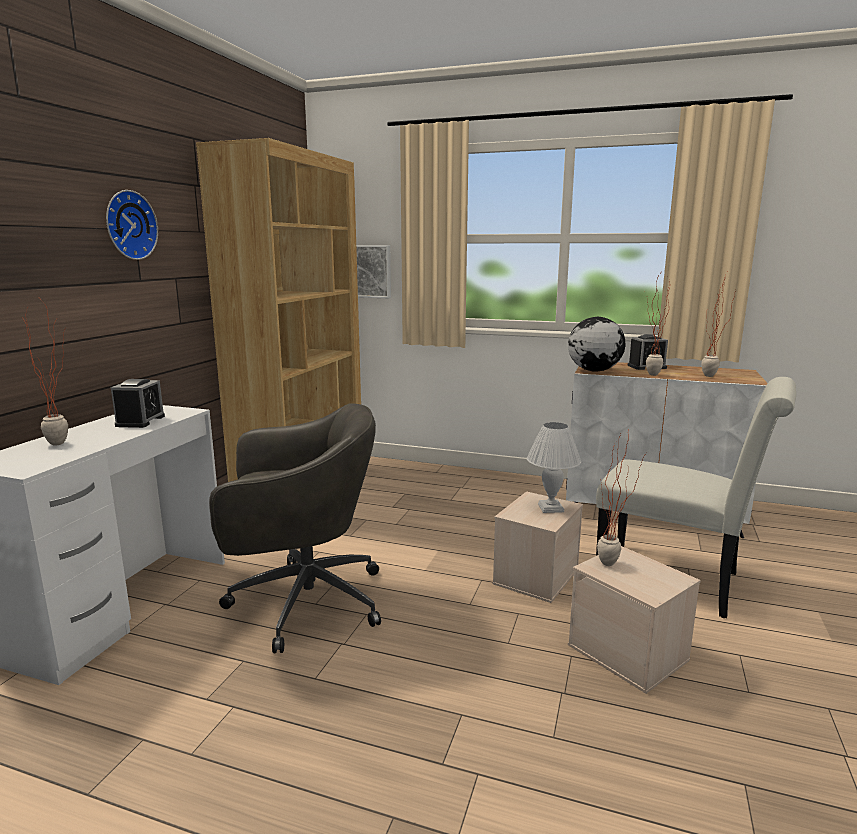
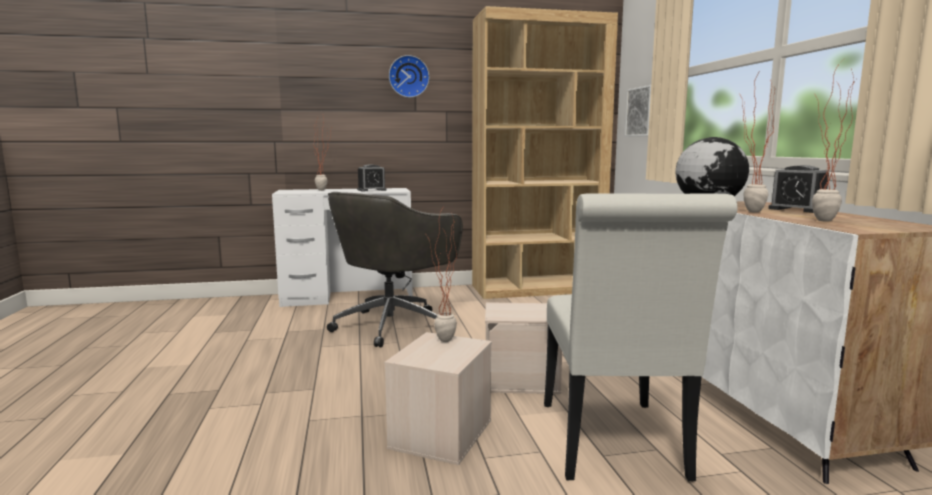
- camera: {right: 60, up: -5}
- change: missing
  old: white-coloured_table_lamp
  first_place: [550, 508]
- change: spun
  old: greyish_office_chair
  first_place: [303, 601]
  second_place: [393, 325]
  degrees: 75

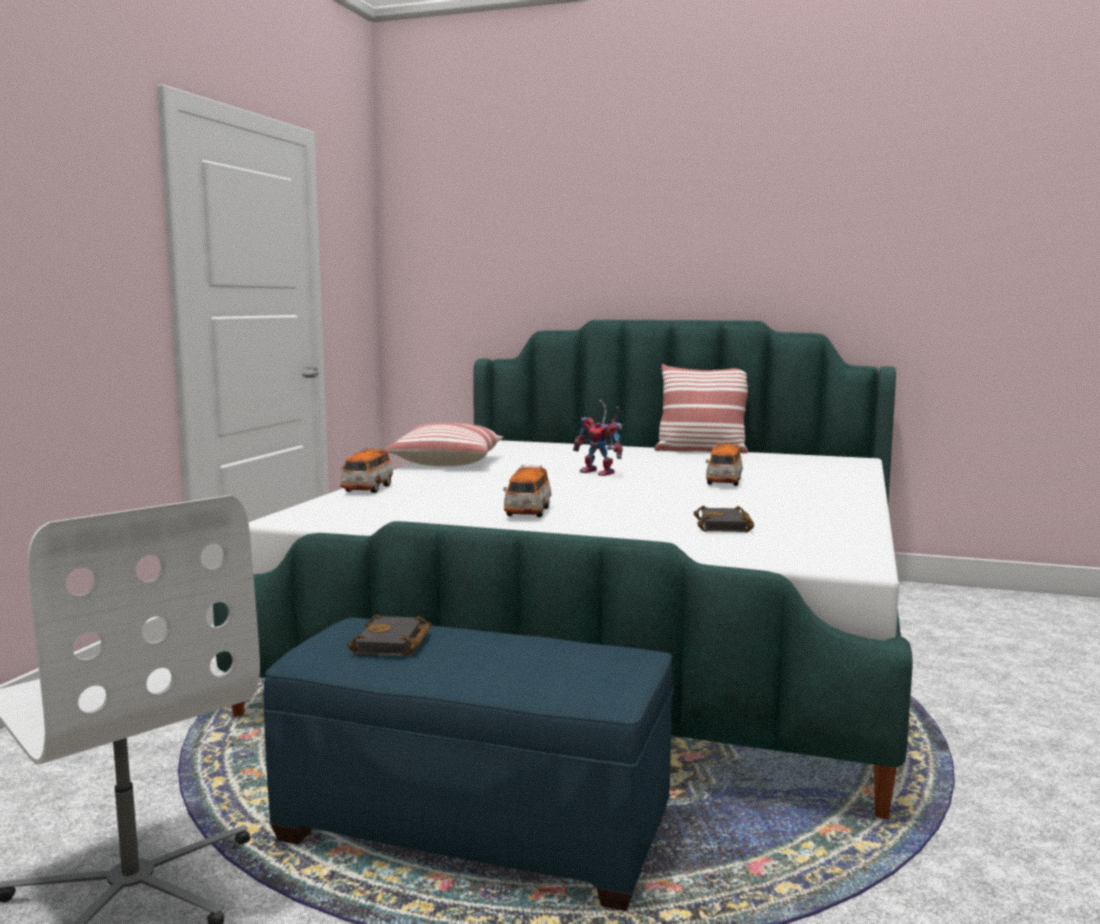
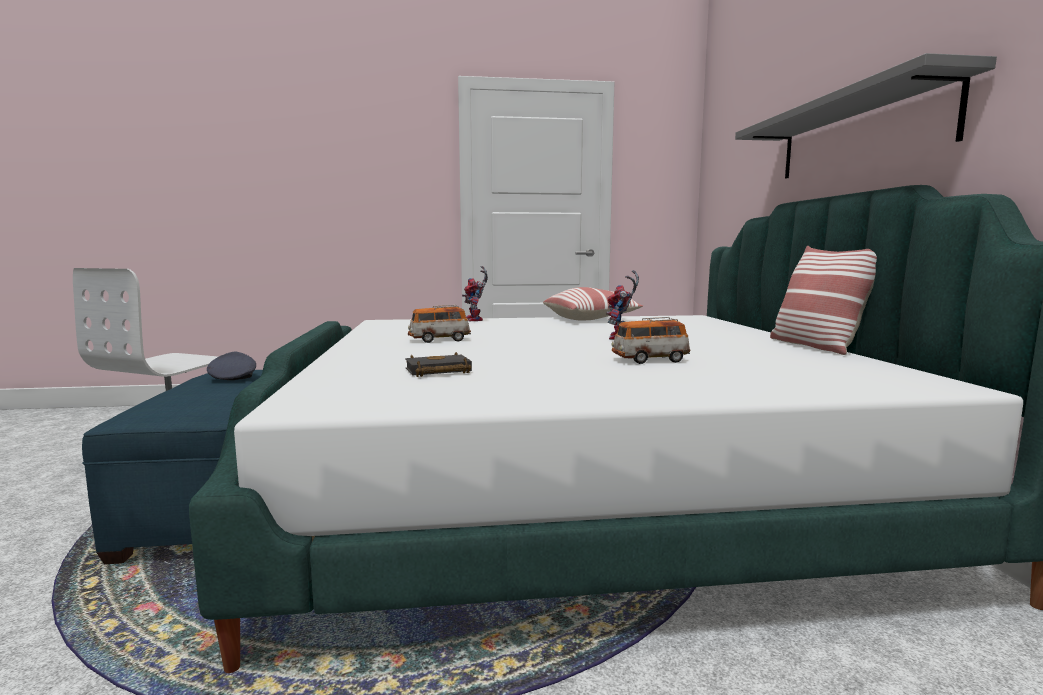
- camera: {right: 65, up: 0}
- change: appeared
  new: greyish_bracket_shelf
  second_place: [859, 134]
- change: exchanged
  old: miniature_car
  new: model_robot
  first_place: [367, 489]
  second_place: [476, 320]
- change: exchanged
  old: blackish_bound_book
  new: greyish_cap
  first_place: [393, 644]
  second_place: [232, 378]

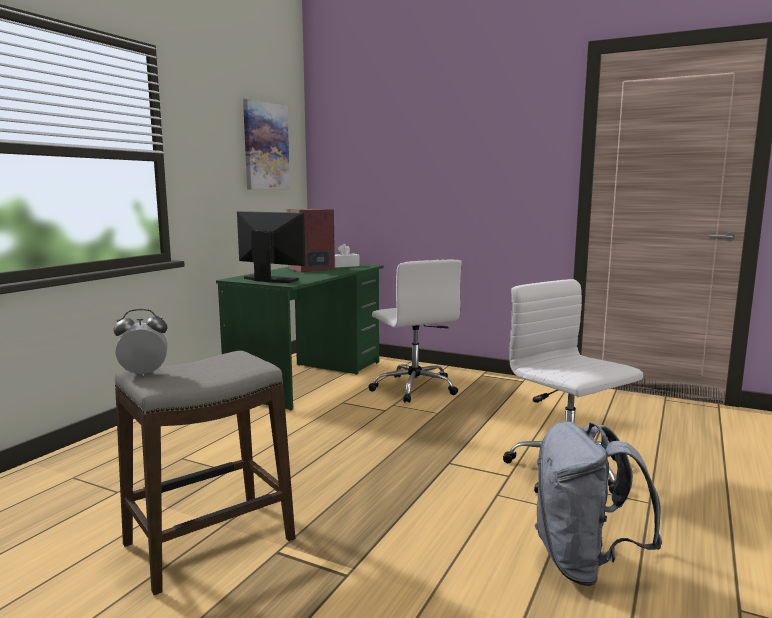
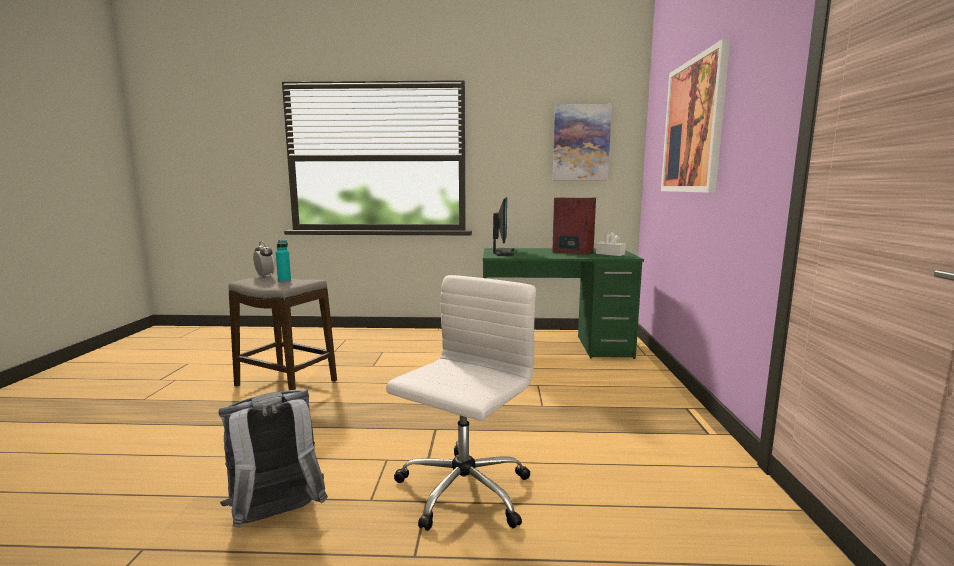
- camera: {right: 65, up: 0}
- change: missing
  old: white-coloured_office_chair
  first_place: [414, 387]
- change: appeared
  new: turquoise-coloured_beverage_bottle
  second_place: [284, 281]
- change: appeared
  new: picture
  second_place: [693, 126]

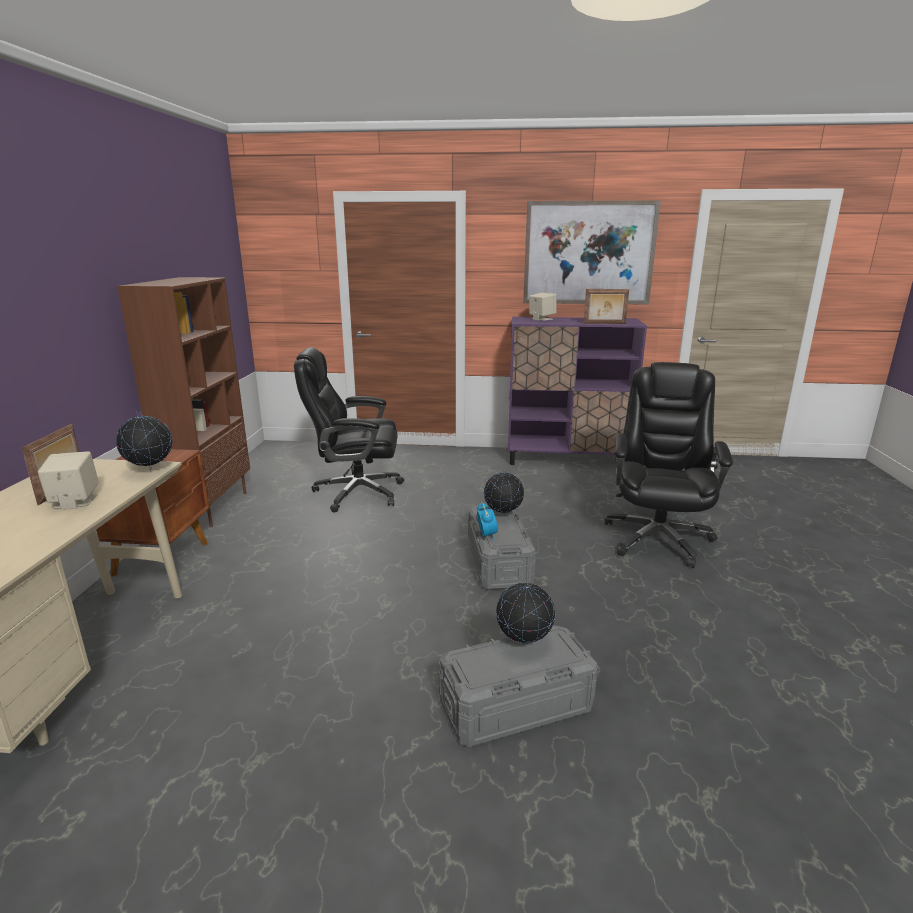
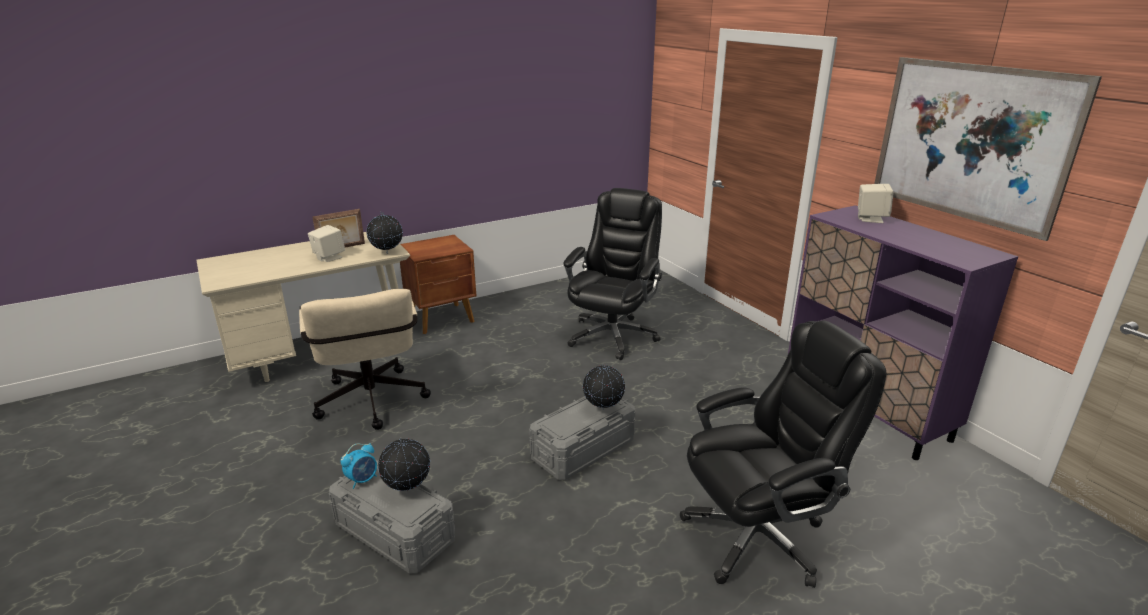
- camera: {right: 55, up: 5}
- change: missing
  old: brown-coloured_bookcase
  first_place: [211, 508]
- change: missing
  old: standing_frame
  first_place: [604, 323]
- change: appeared
  new: beige_office_chair
  second_place: [372, 405]
- change: relocated
  old: bedside_clock
  first_place: [487, 535]
  second_place: [363, 480]
- change: spun
  old: blackish_office_chair
  first_place: [356, 492]
  second_place: [613, 335]
  degrees: 60

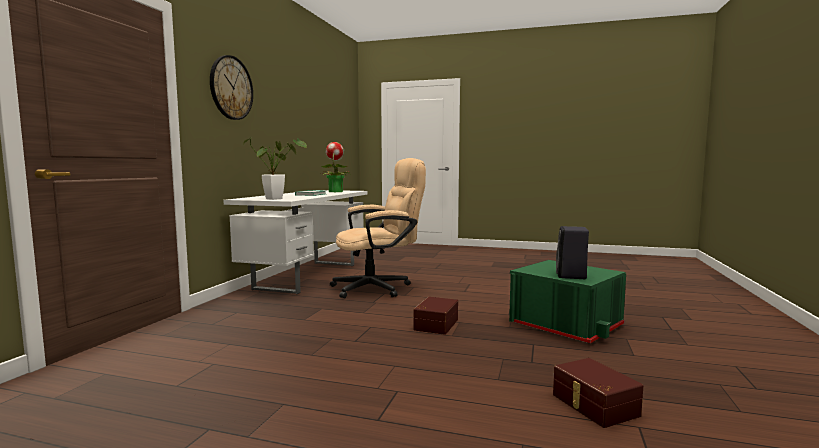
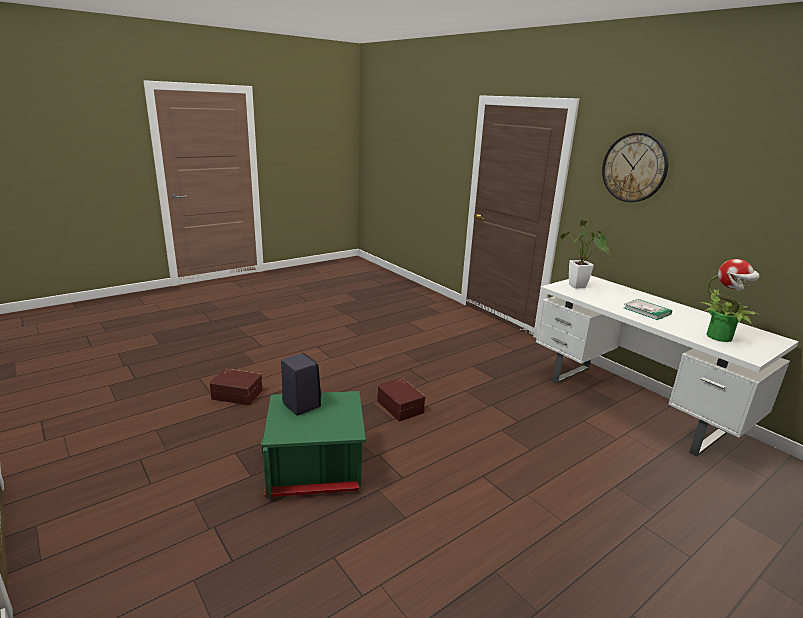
- camera: {right: 125, up: 15}
- change: missing
  old: beige_office_chair
  first_place: [379, 288]

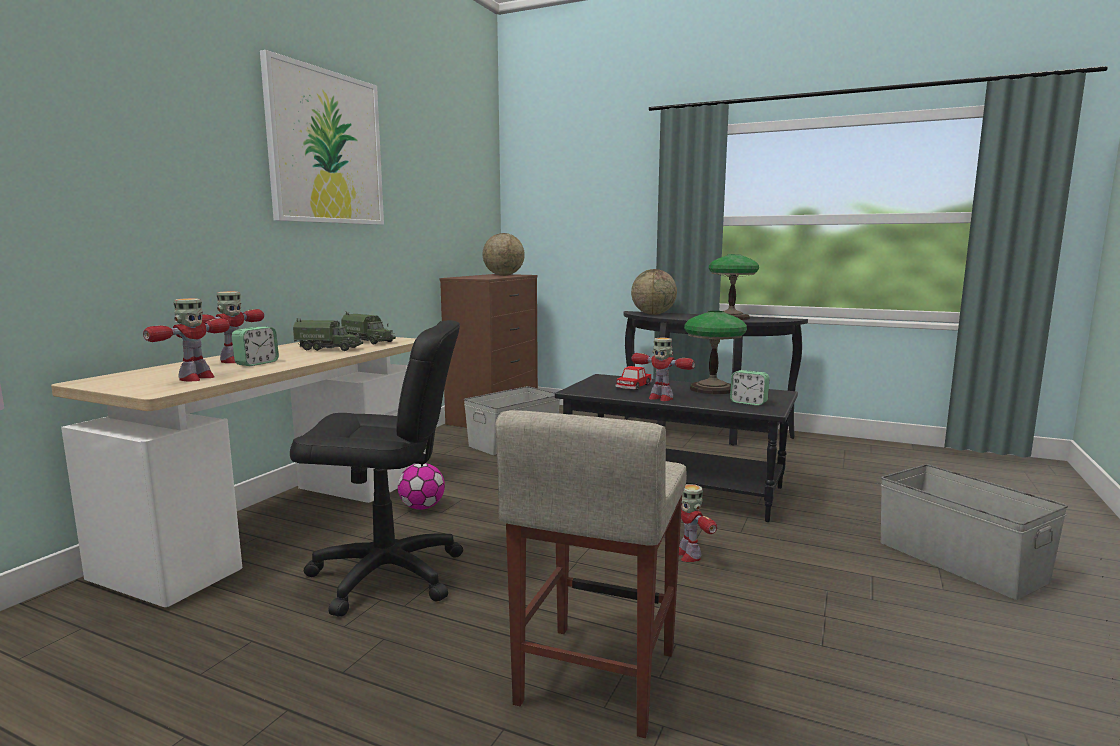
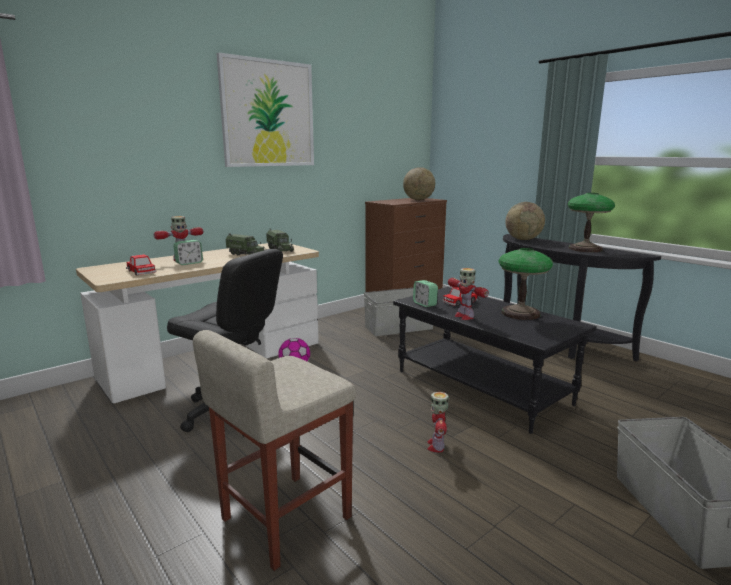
- camera: {right: 25, up: 5}
- change: relocated
  old: bedside_clock
  first_place: [748, 402]
  second_place: [424, 304]
- change: exchanged
  old: model_robot
  new: miniature_car
  first_place: [196, 378]
  second_place: [141, 272]

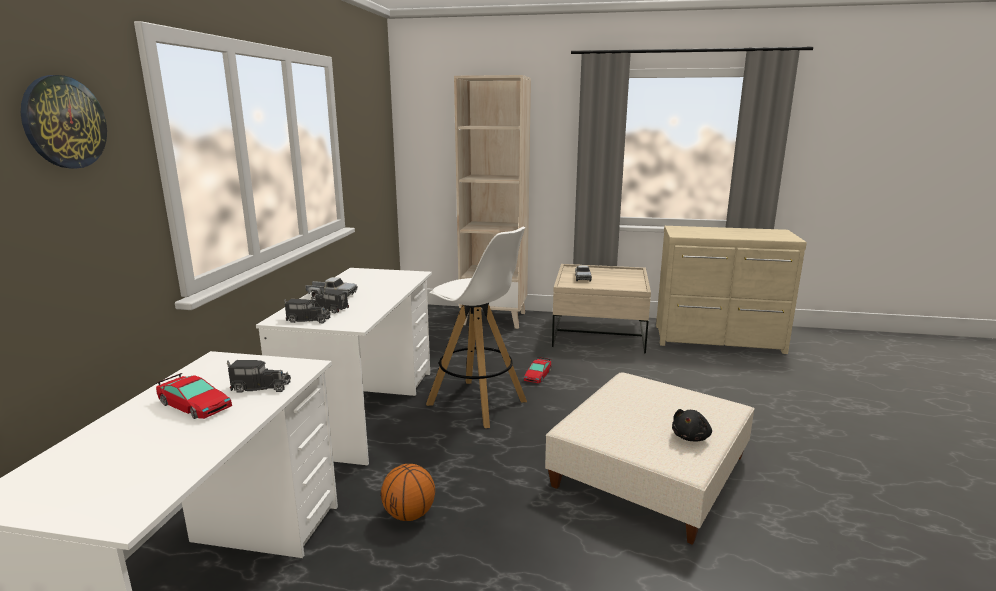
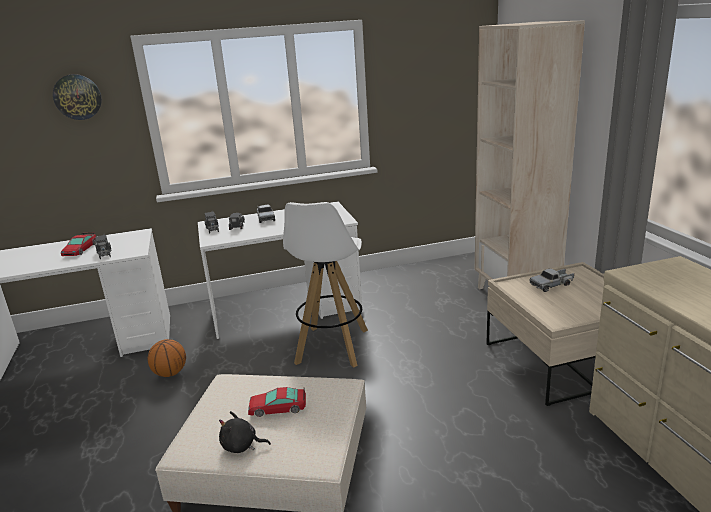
- camera: {right: 65, up: 5}
- change: relocated
  old: miniature_car
  first_place: [537, 375]
  second_place: [278, 407]

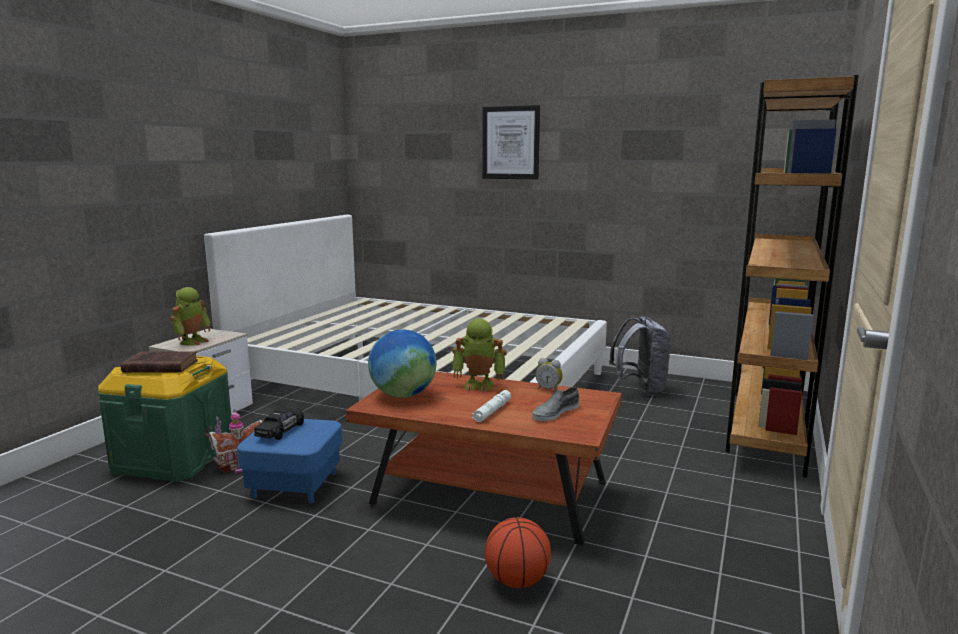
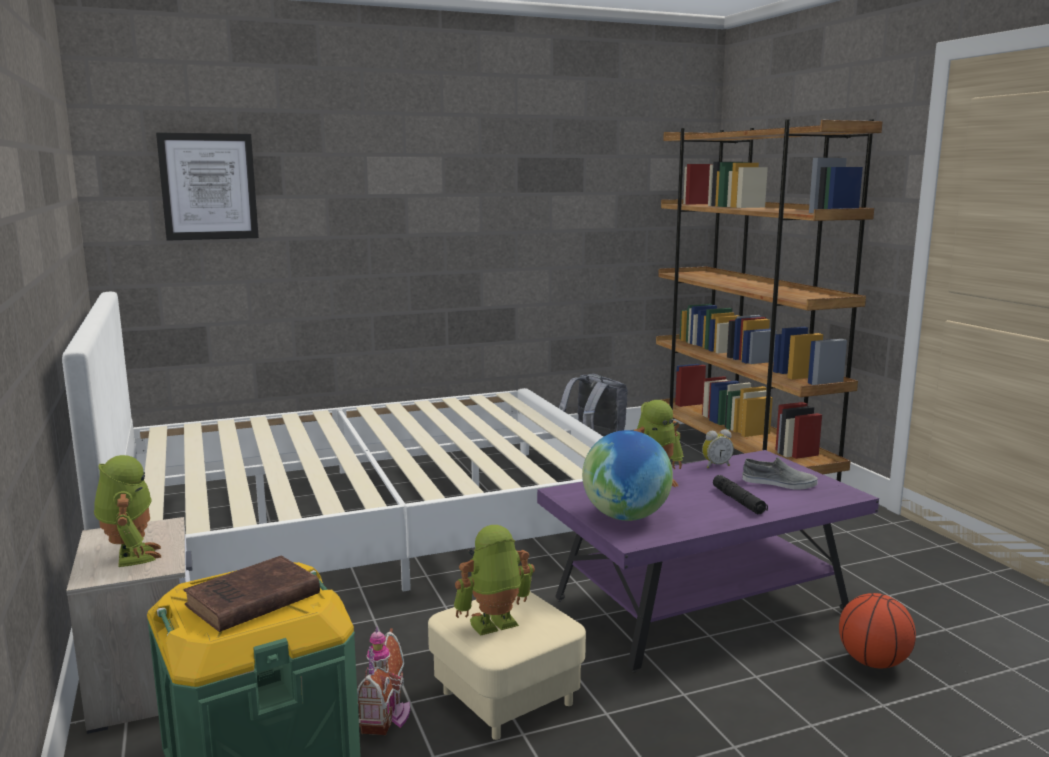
- camera: {right: -45, up: 0}
- change: relocated
  old: picture
  first_place: [510, 143]
  second_place: [208, 186]
- change: exchanged
  old: blackish_miniature_car
  new: model_robot
  first_place: [280, 431]
  second_place: [494, 625]
- change: colour
  old: bluish_pouffe
  new: beige_pouffe
  first_place: [294, 484]
  second_place: [506, 698]
- change: colour
  old: brown-coloured_low_table
  new: purple-coloured_low_table
  first_place: [489, 495]
  second_place: [700, 607]
- change: colour
  old: white-coloured_flashlight
  new: blackish_flashlight
  first_place: [492, 411]
  second_place: [738, 501]
- change: spun
  old: greyish_shoe
  first_place: [555, 412]
  second_place: [779, 483]
  degrees: -75

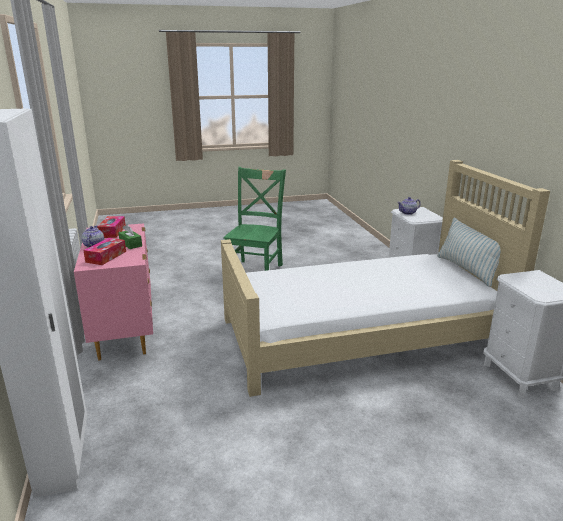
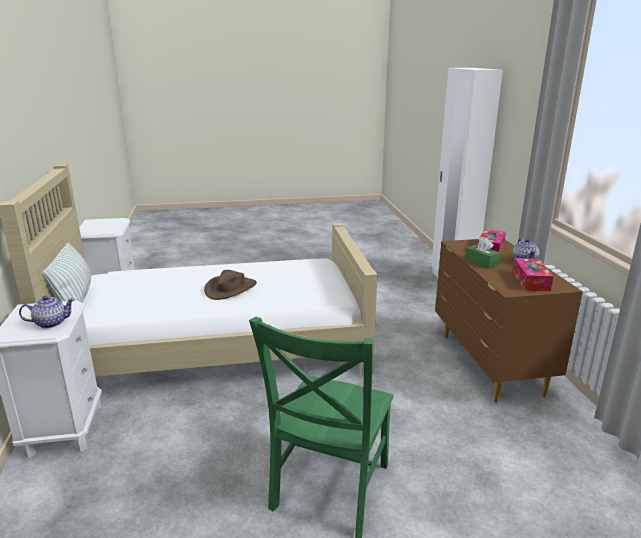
- camera: {right: -175, up: 0}
- change: appeared
  new: brown-coloured_hat
  second_place: [230, 288]
- change: colour
  old: pink_dresser
  new: brown-coloured_dresser
  first_place: [125, 329]
  second_place: [489, 365]

